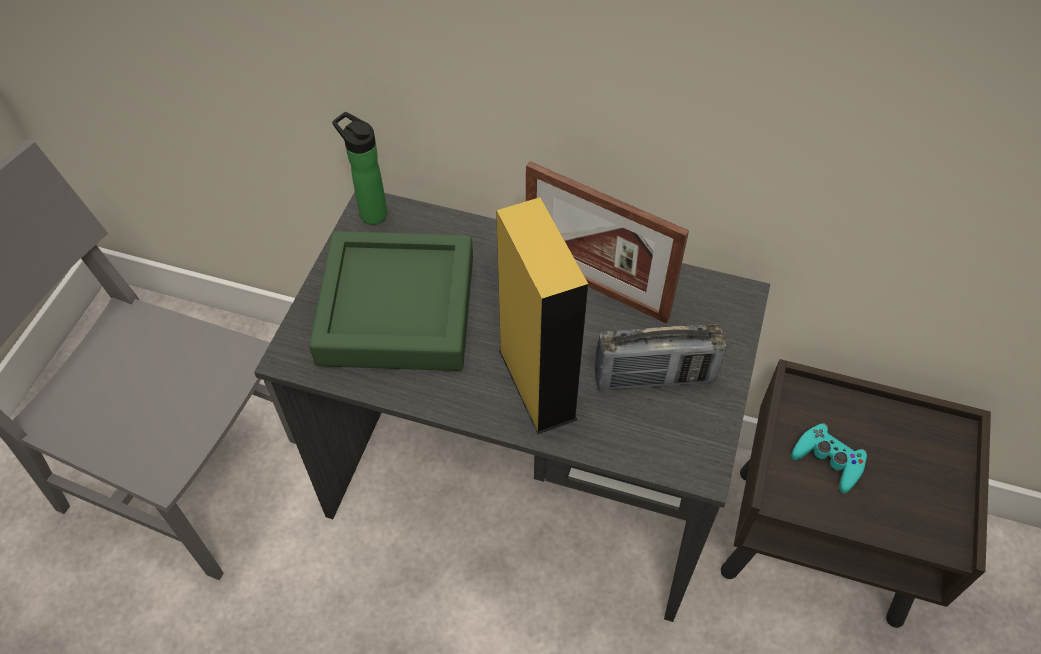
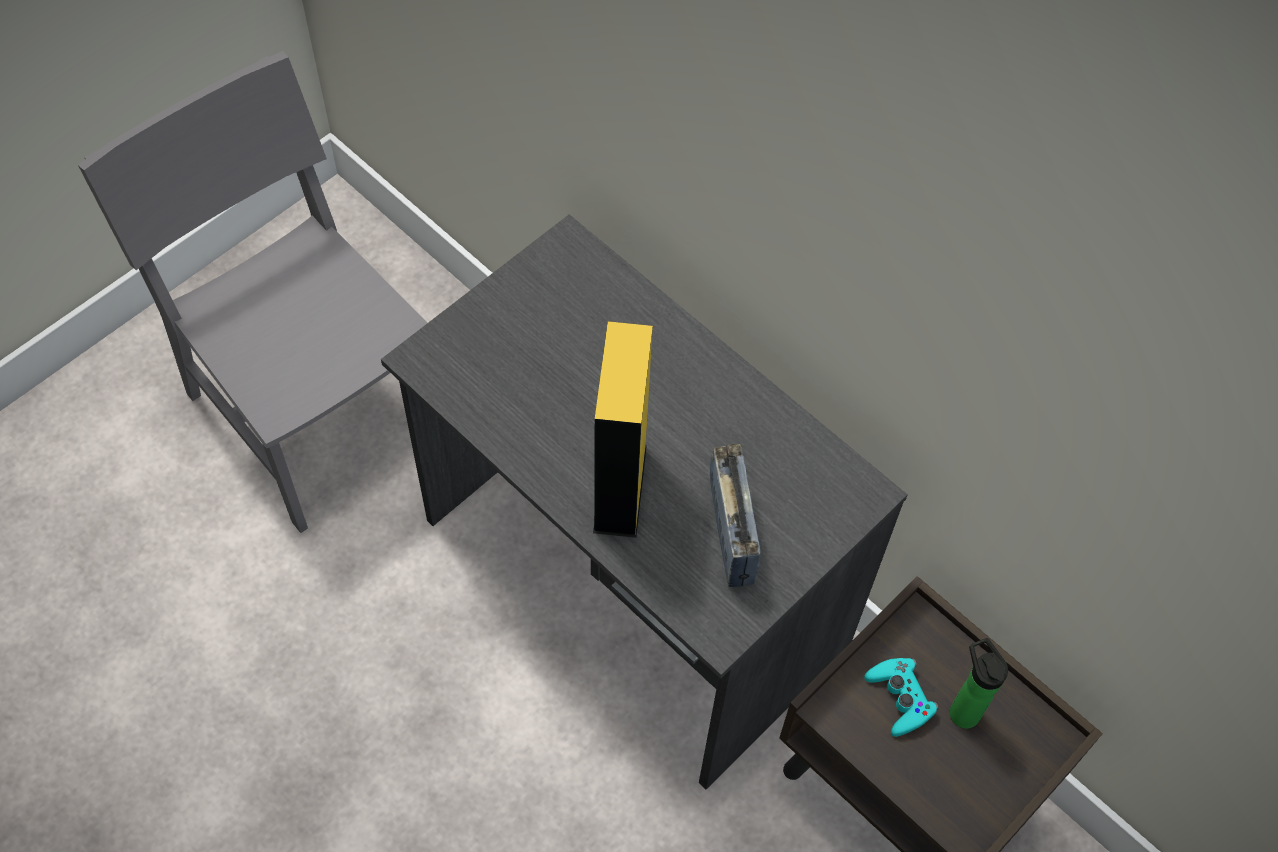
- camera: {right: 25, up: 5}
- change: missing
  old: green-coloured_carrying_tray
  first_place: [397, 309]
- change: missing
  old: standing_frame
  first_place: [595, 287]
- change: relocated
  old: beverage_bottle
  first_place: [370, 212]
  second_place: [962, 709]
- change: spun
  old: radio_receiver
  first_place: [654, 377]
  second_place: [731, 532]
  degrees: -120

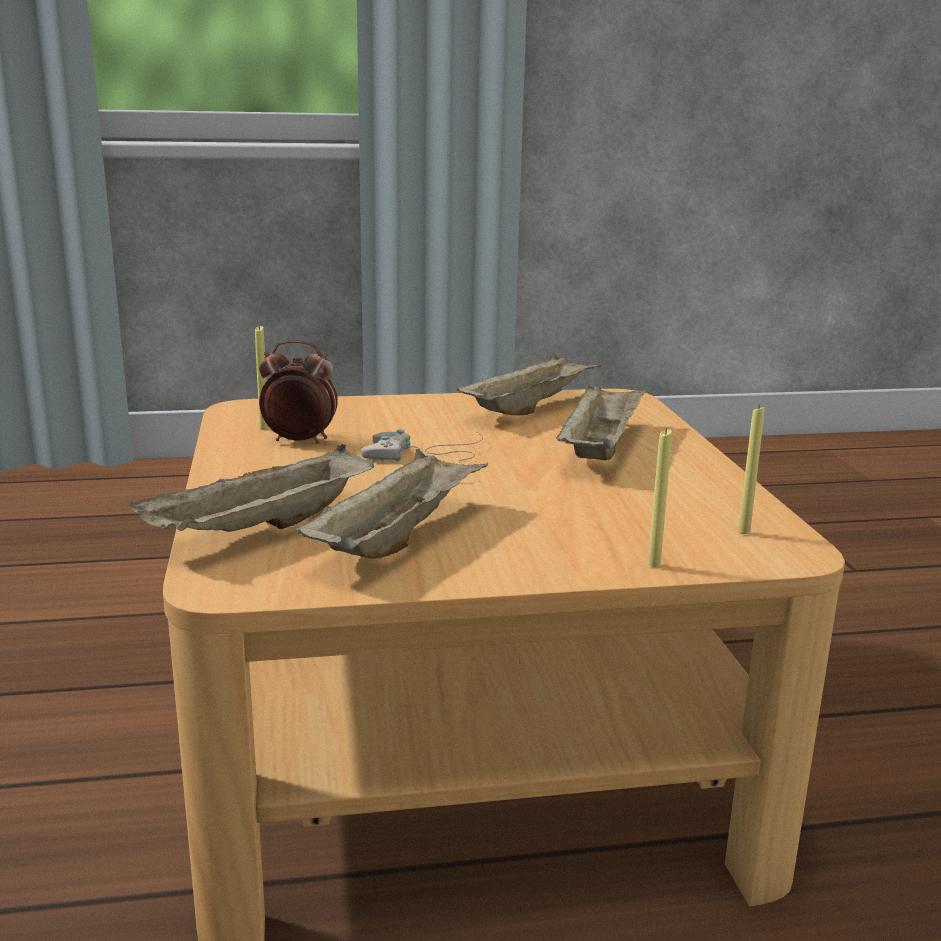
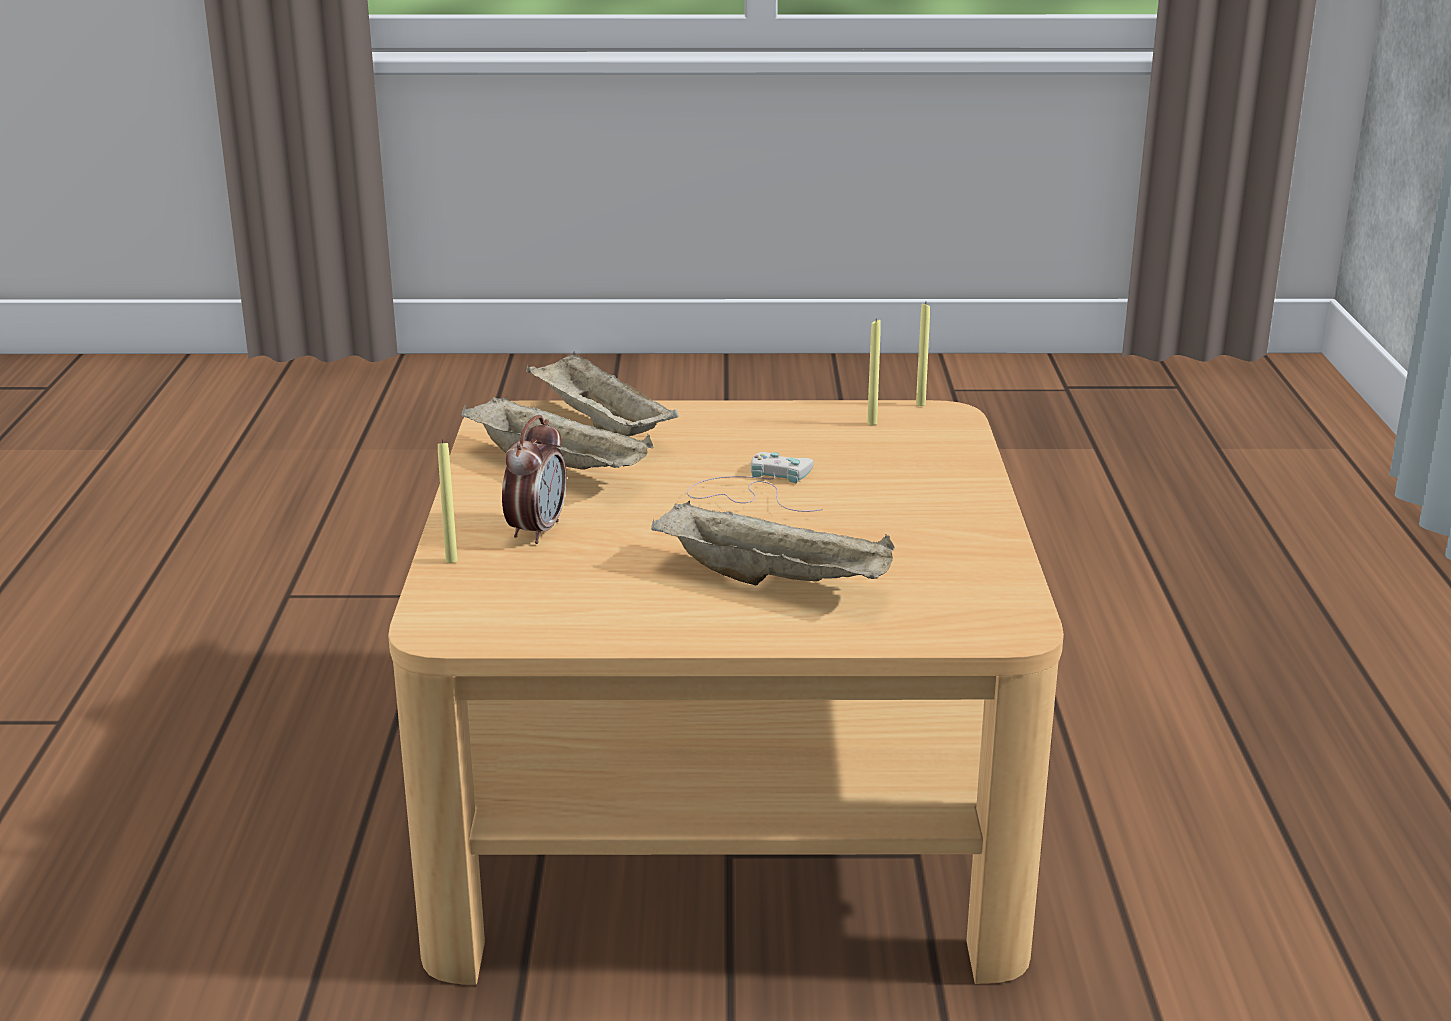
- camera: {right: 100, up: 5}
- change: missing
  old: beige_carrying_tray
  first_place: [529, 408]
- change: relocated
  old: bedside_clock
  first_place: [299, 441]
  second_place: [536, 531]
- change: relocated
  old: yellowish_candle
  first_place: [744, 531]
  second_place: [920, 404]

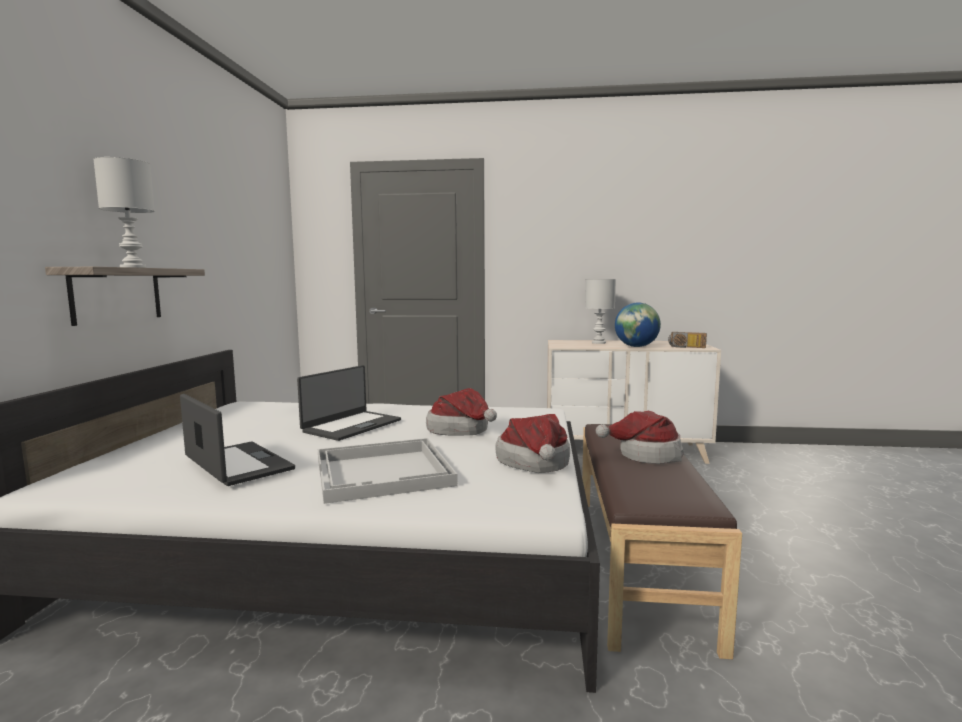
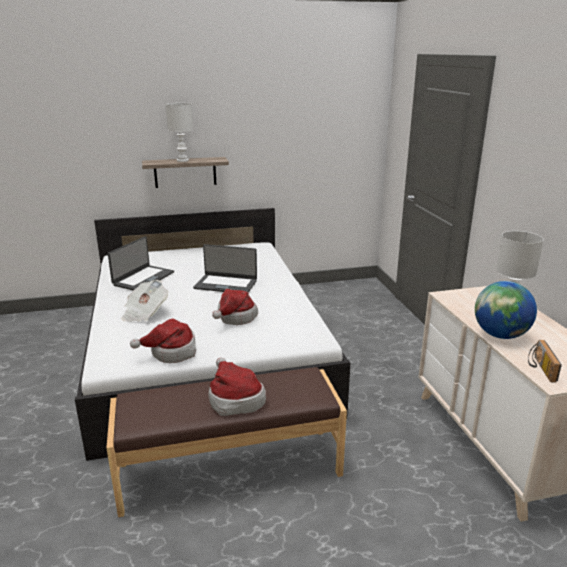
- camera: {right: 70, up: 15}
- change: exchanged
  old: white-coloured_carrying_tray
  new: printed_paper
  first_place: [384, 472]
  second_place: [144, 313]

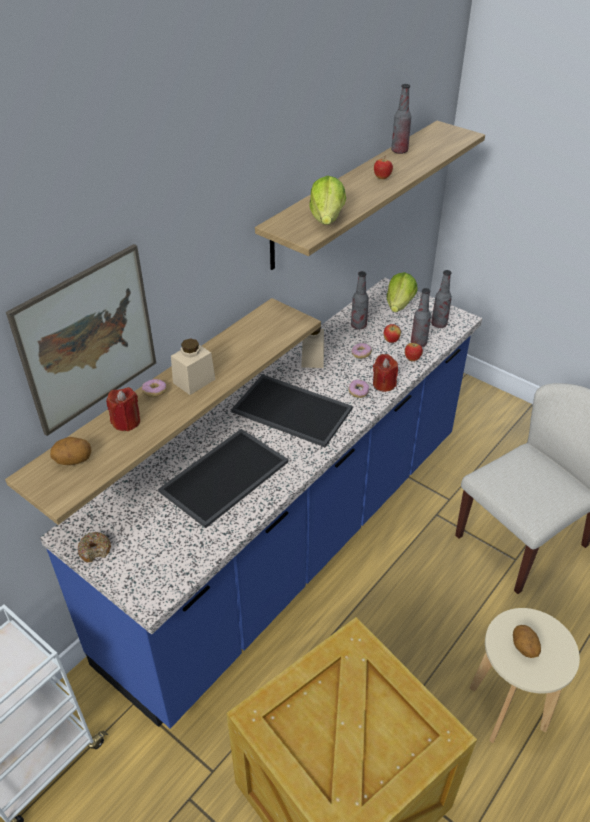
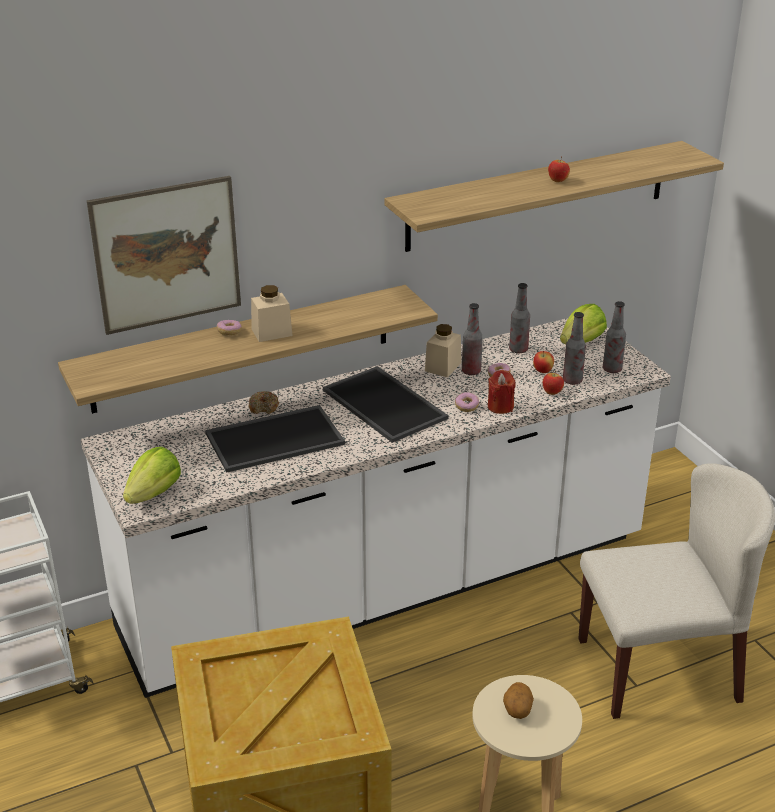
- camera: {right: 25, up: -10}
- change: missing
  old: spud
  first_place: [73, 460]
- change: missing
  old: red-coloured_candle
  first_place: [126, 421]
- change: relocated
  old: ring_doughnut
  first_place: [95, 550]
  second_place: [264, 407]
- change: relocated
  old: lettuce
  first_place: [327, 219]
  second_place: [154, 493]
- change: relocated
  old: beverage_bottle
  first_place: [399, 151]
  second_place: [471, 371]
- change: colour
  old: bluish_kitchen_base_unit
  new: white-coloured_kitchen_base_unit
  first_place: [295, 542]
  second_place: [387, 588]

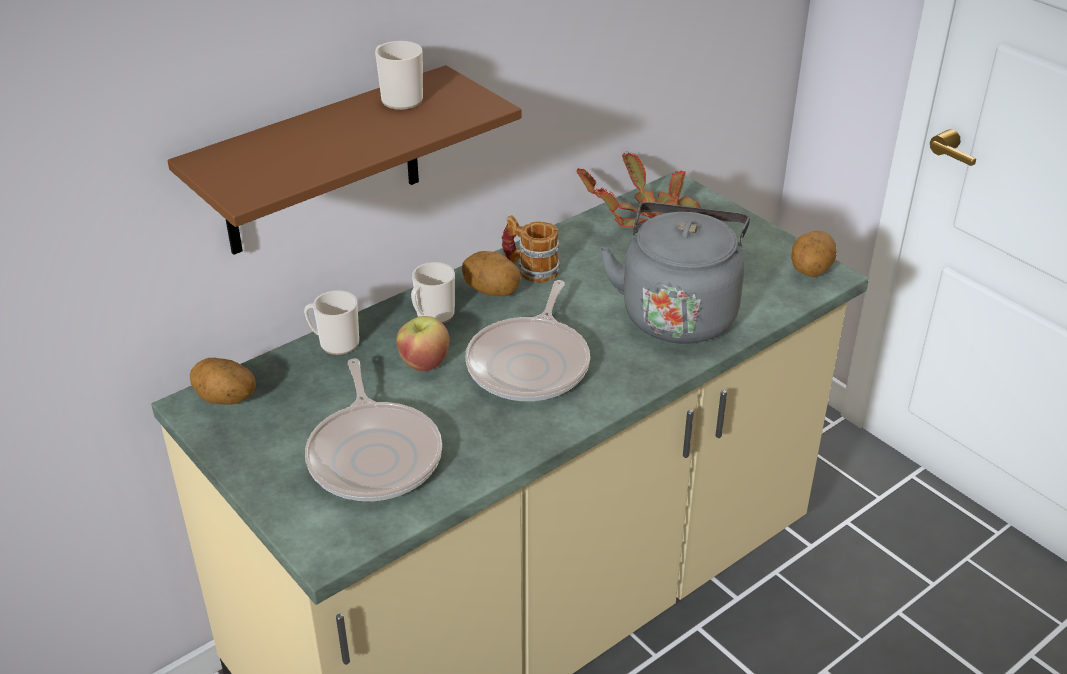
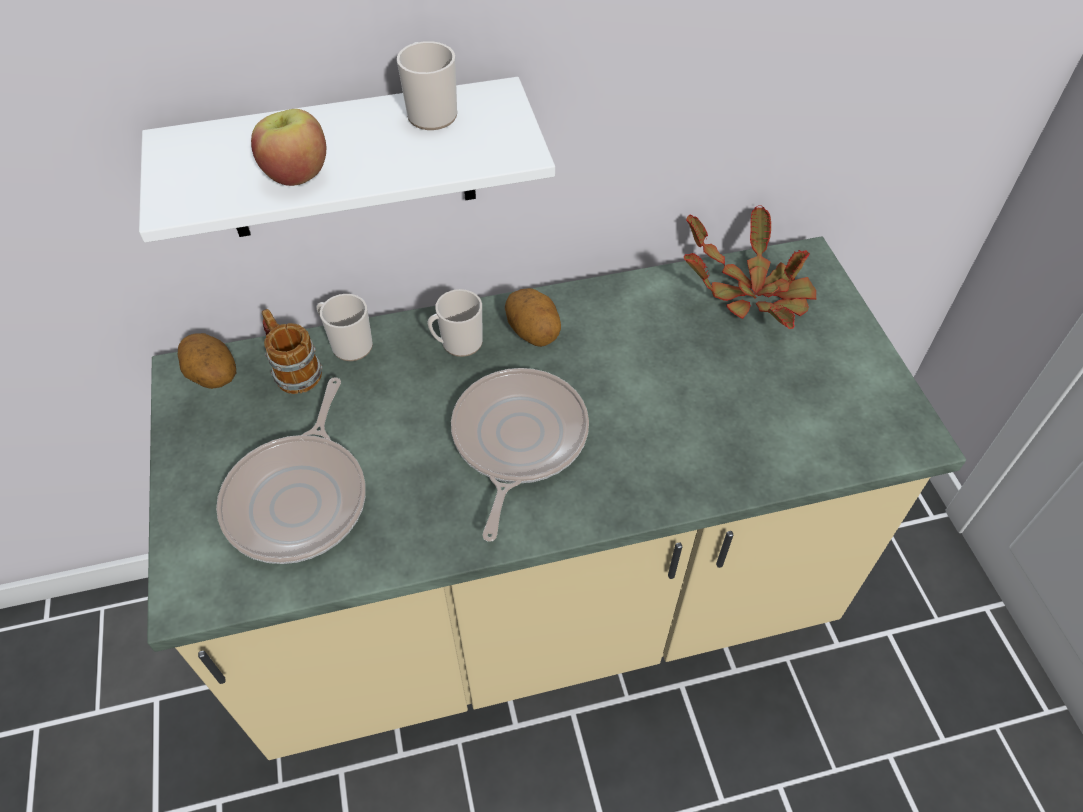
- camera: {right: 25, up: 15}
- change: missing
  old: greyish_kettle
  first_place: [678, 312]
- change: missing
  old: spud
  first_place: [810, 271]
- change: relocated
  old: apple
  first_place: [424, 362]
  second_place: [296, 174]
- change: relocated
  old: tea_mug
  first_place: [530, 269]
  second_place: [293, 369]
- change: colour
  old: brown-coloured_bracket_shelf
  new: white-coloured_bracket_shelf
  first_place: [322, 163]
  second_place: [348, 161]
- change: spun
  old: skillet
  first_place: [531, 363]
  second_place: [517, 440]
  degrees: 150

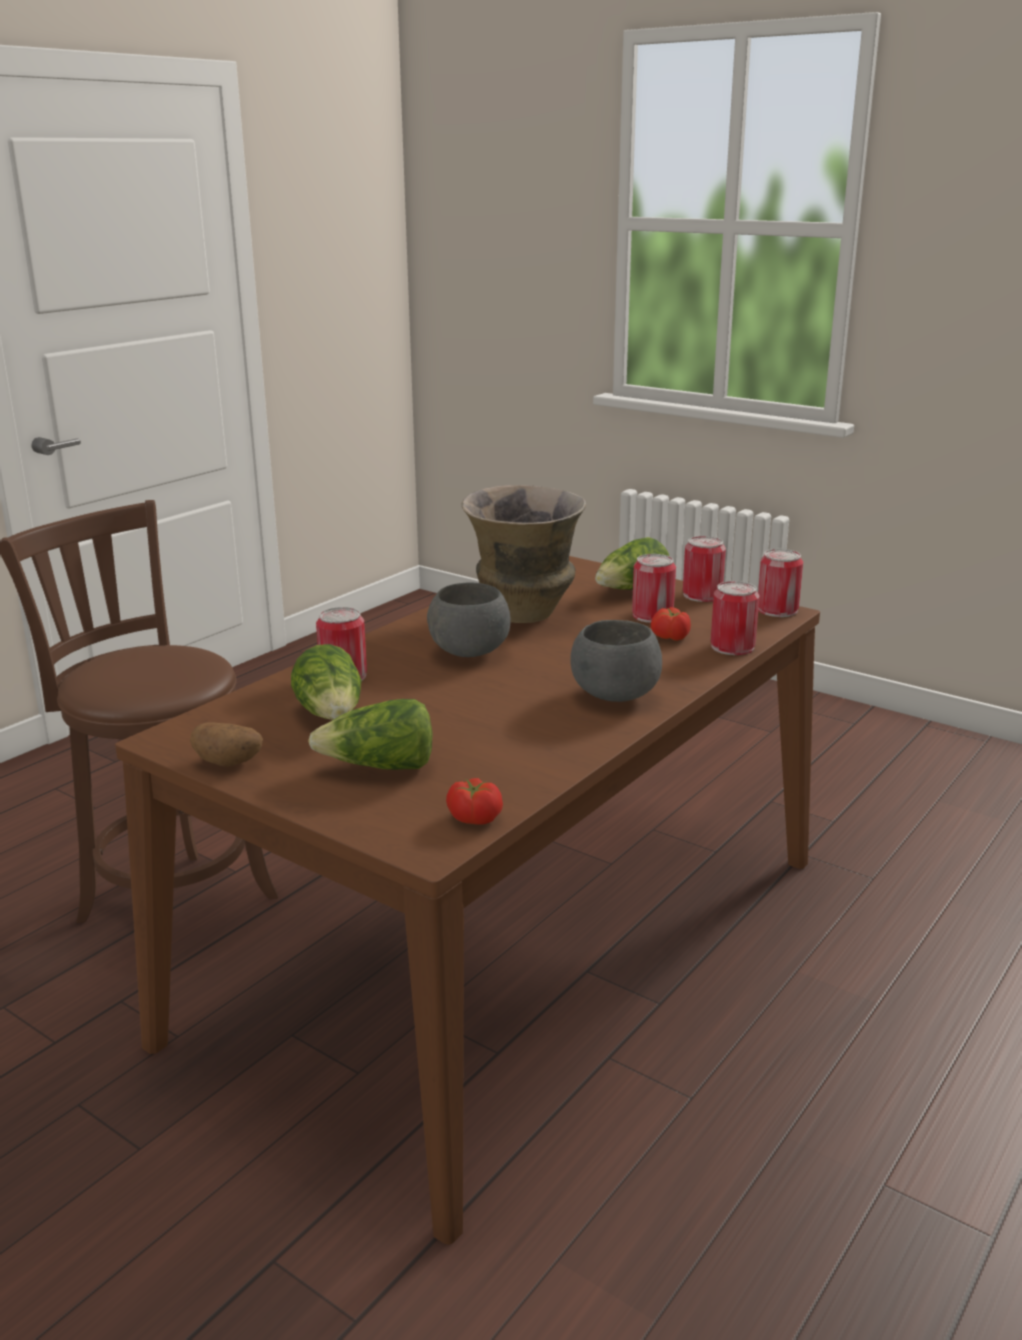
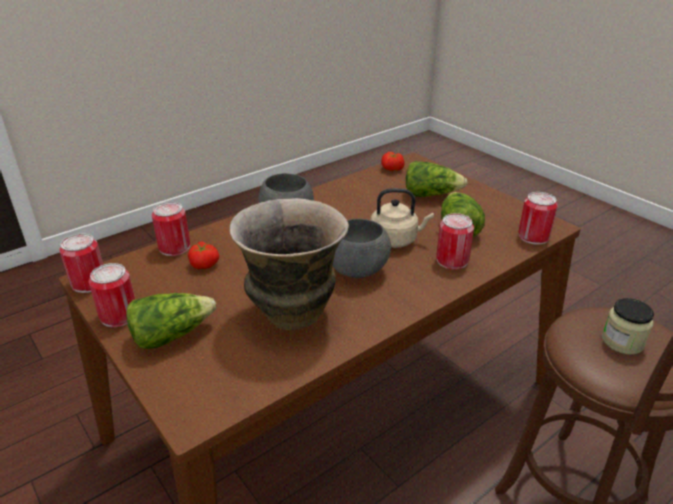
- camera: {right: -165, up: 10}
- change: missing
  old: spud
  first_place: [229, 762]
- change: appeared
  new: beige_kettle
  second_place: [396, 240]
- change: appeared
  new: jar
  second_place: [622, 341]
- change: relocated
  old: metal_can
  first_place: [652, 615]
  second_place: [533, 236]

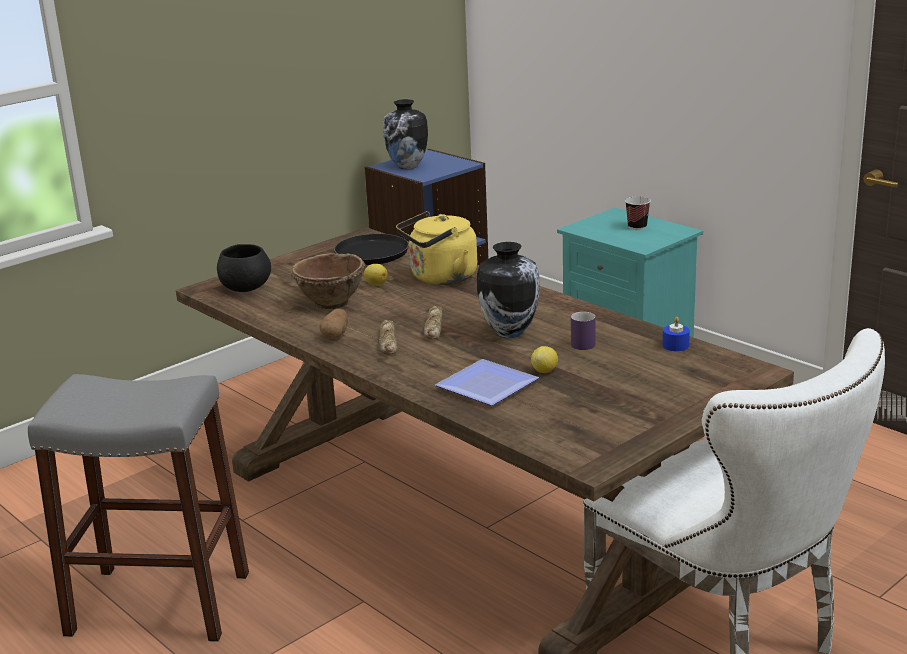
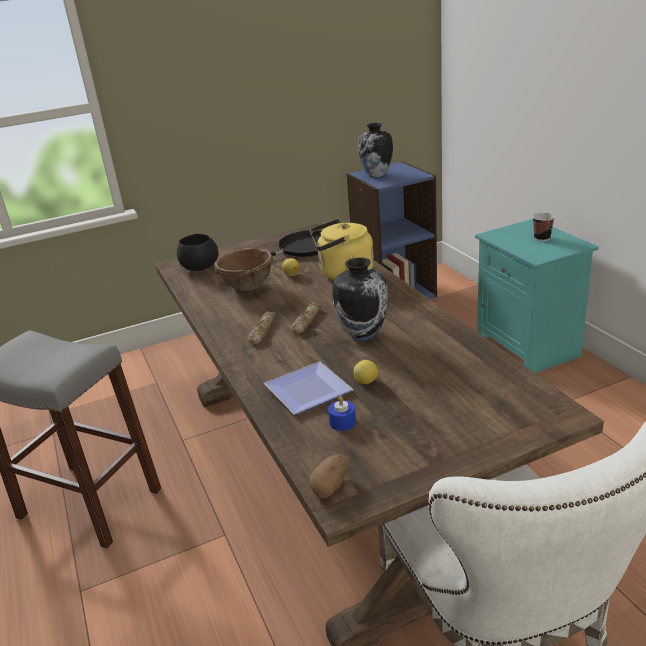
- camera: {right: 20, up: 5}
- change: missing
  old: purple-coloured_tea_mug
  first_place: [580, 342]
- change: relocated
  old: spud
  first_place: [336, 334]
  second_place: [330, 486]
- change: relocated
  old: bluish_candle
  first_place: [675, 345]
  second_place: [342, 422]

